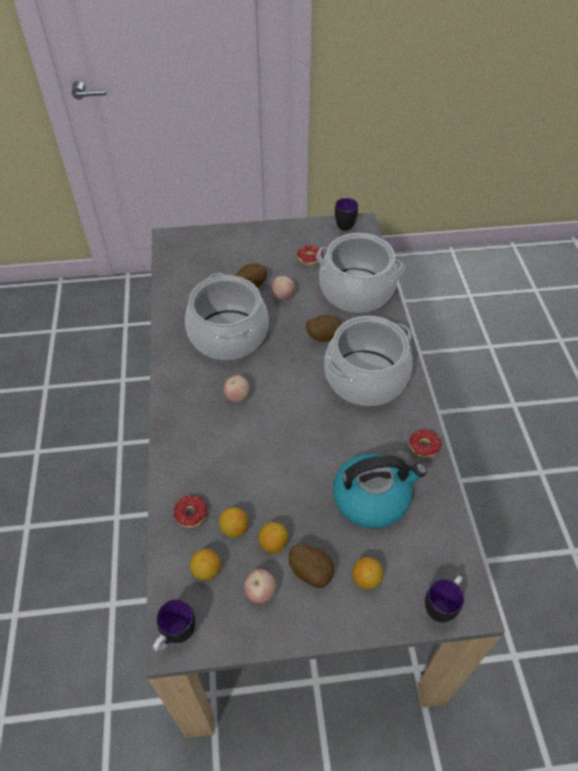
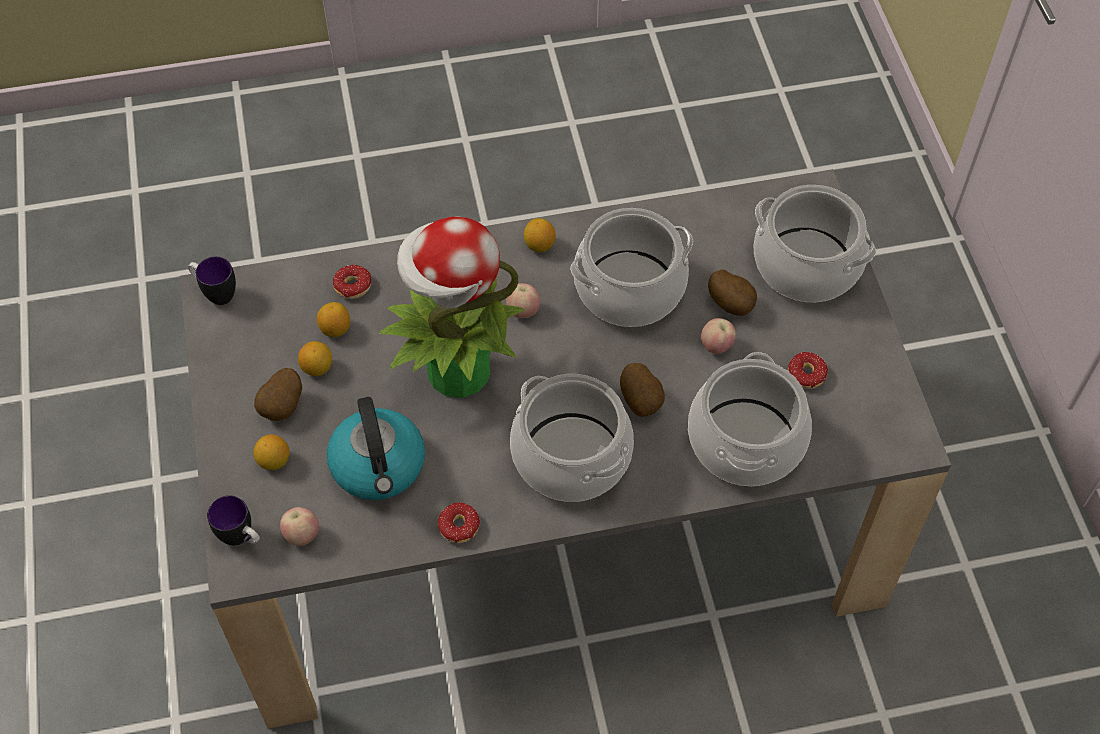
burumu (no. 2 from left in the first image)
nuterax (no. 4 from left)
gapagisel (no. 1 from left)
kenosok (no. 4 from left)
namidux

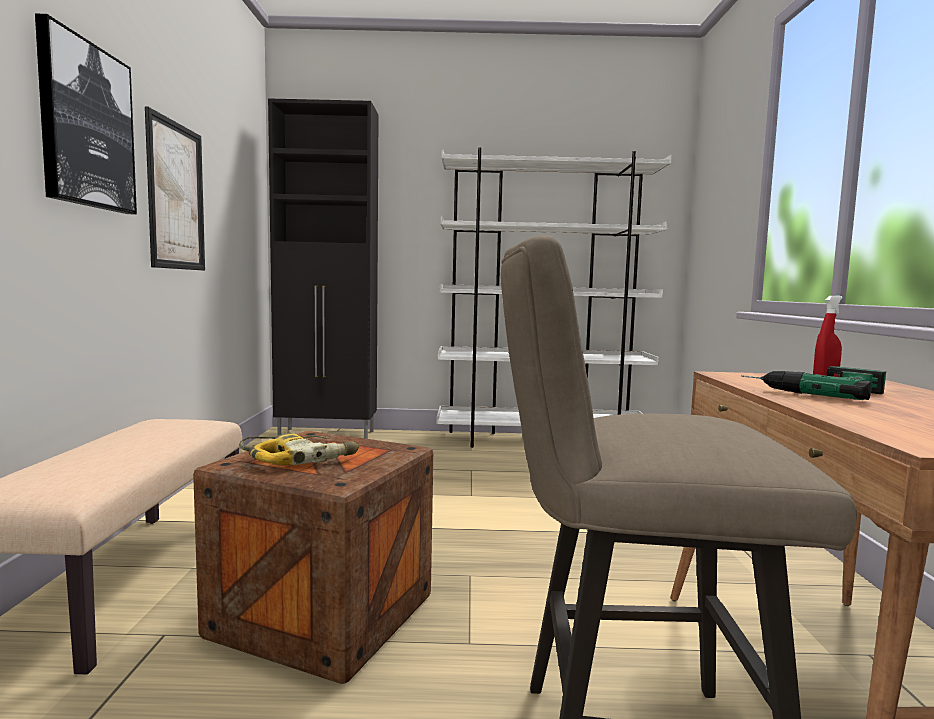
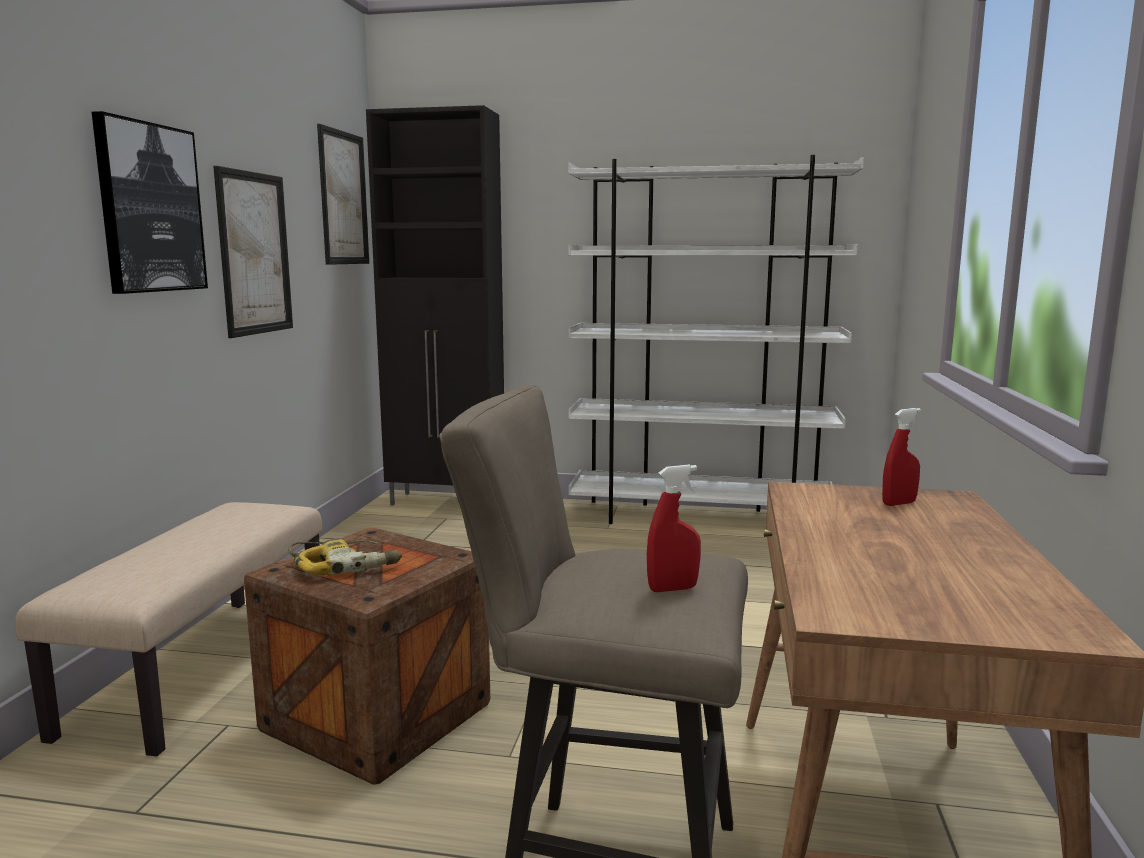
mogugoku (no. 2 from left in the first image)
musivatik (no. 3 from left)
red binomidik (no. 1 from left)

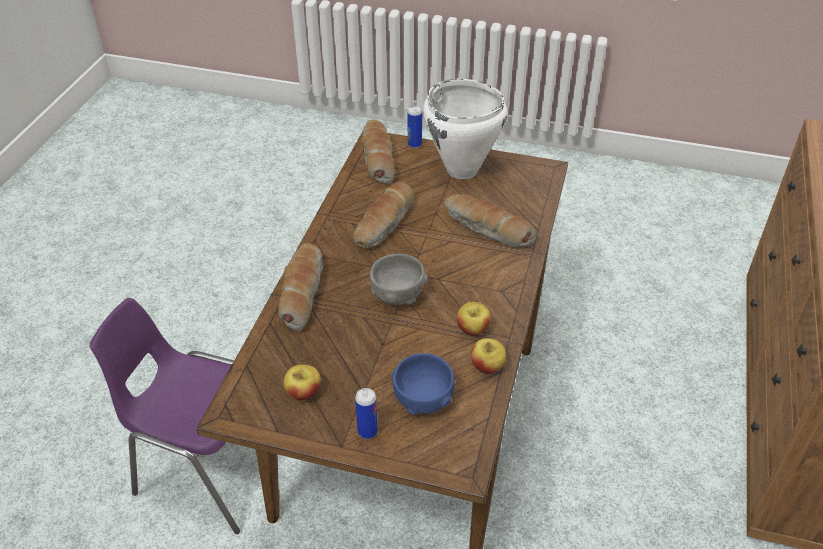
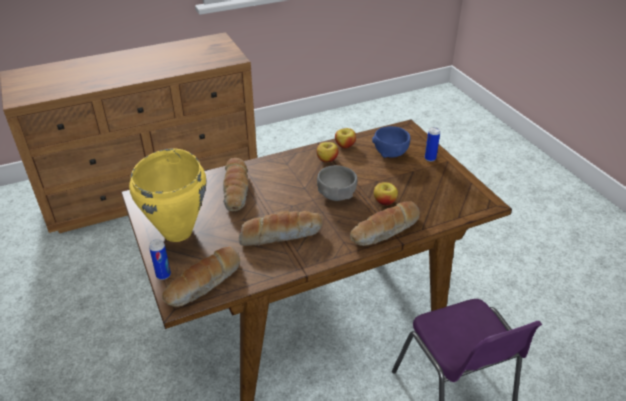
yellow kenosok
gapagisel (no. 3 from left)

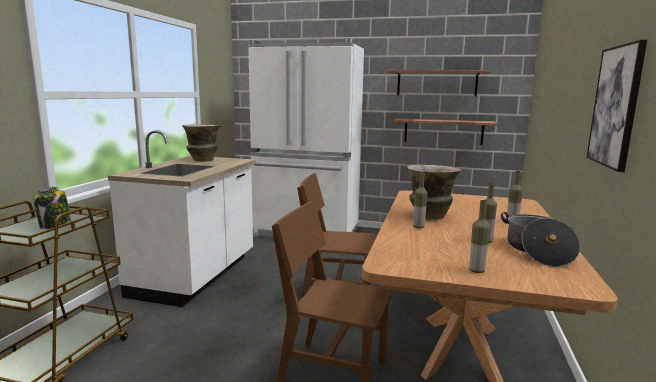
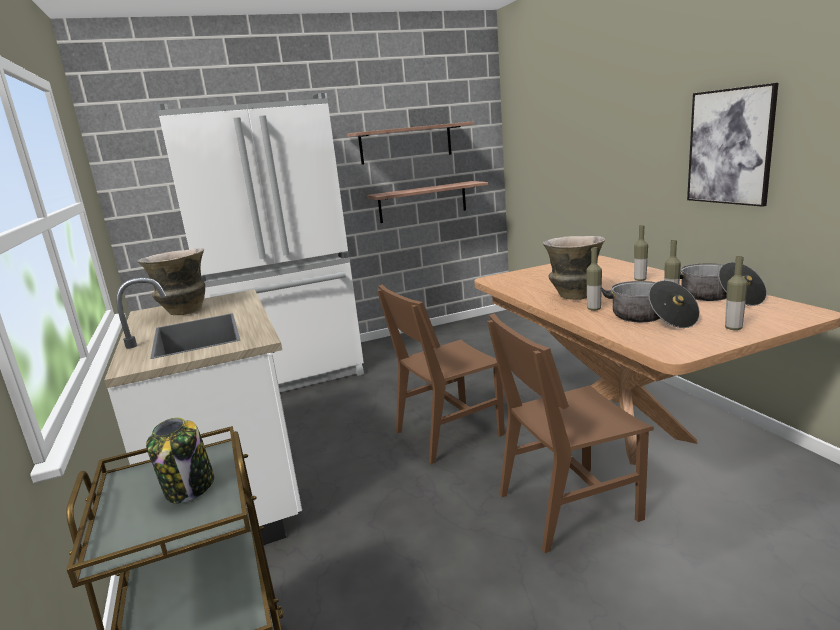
kenosok (no. 1 from left)

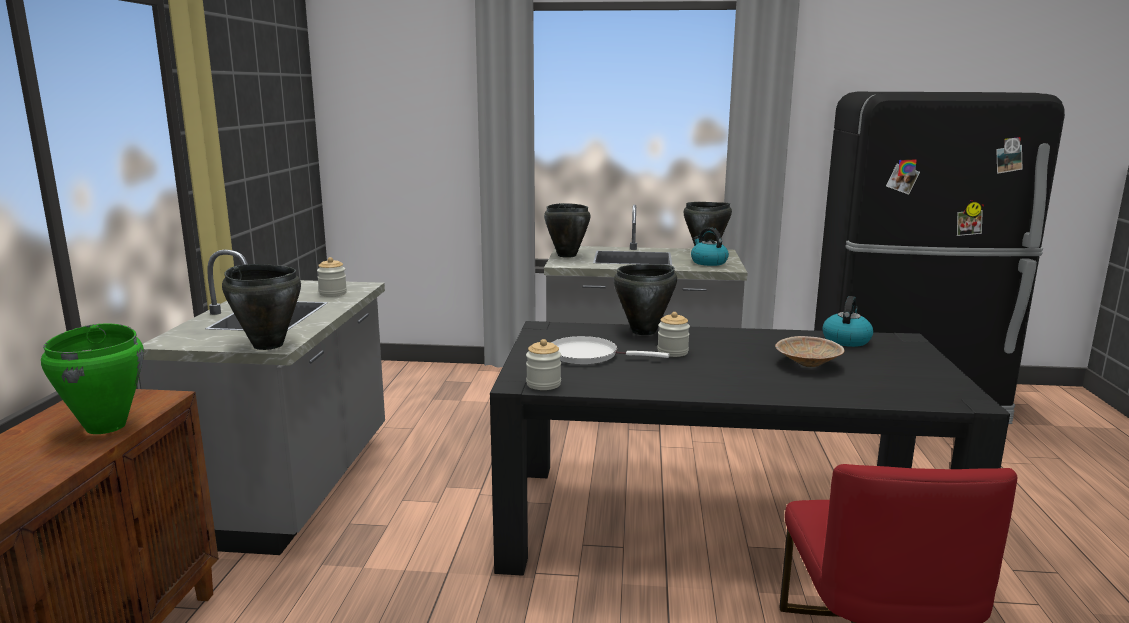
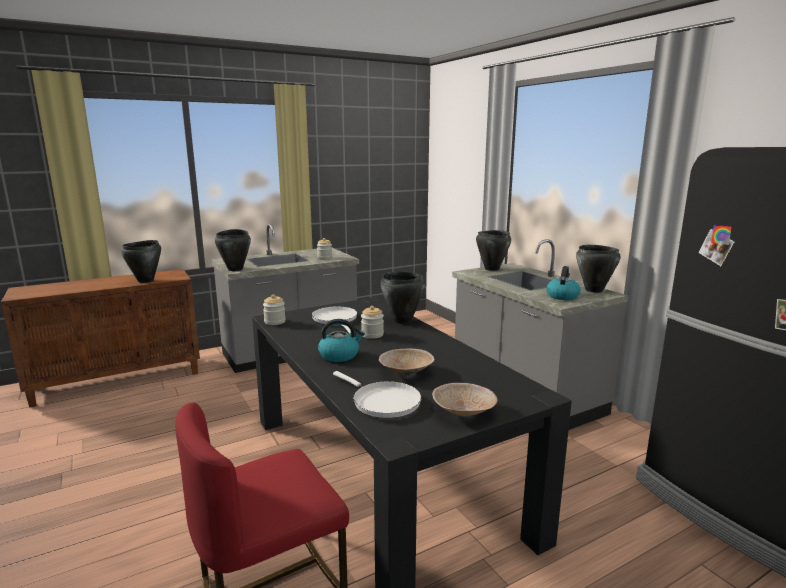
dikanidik (no. 1 from left)
black kenosok (no. 1 from left)
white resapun (no. 2 from left)
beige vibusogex (no. 2 from left)

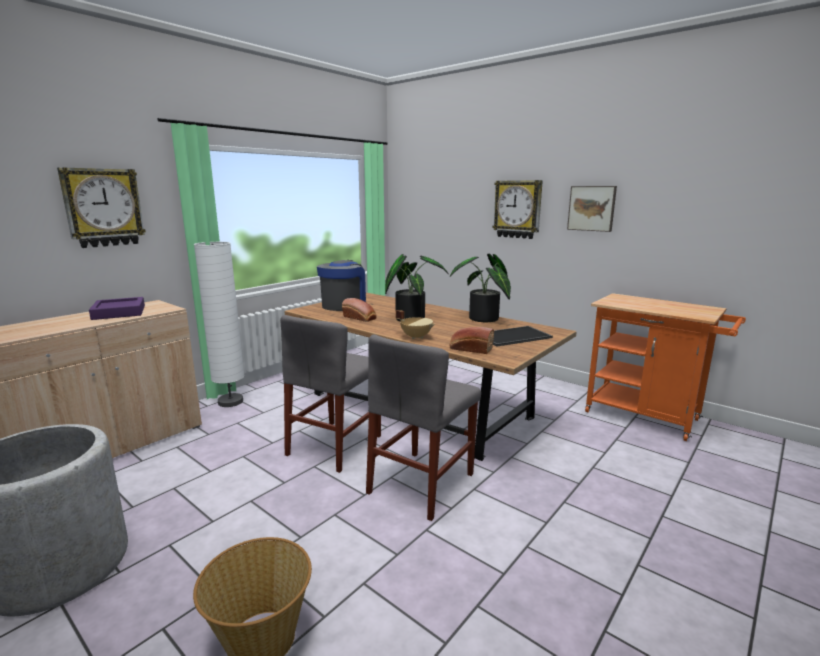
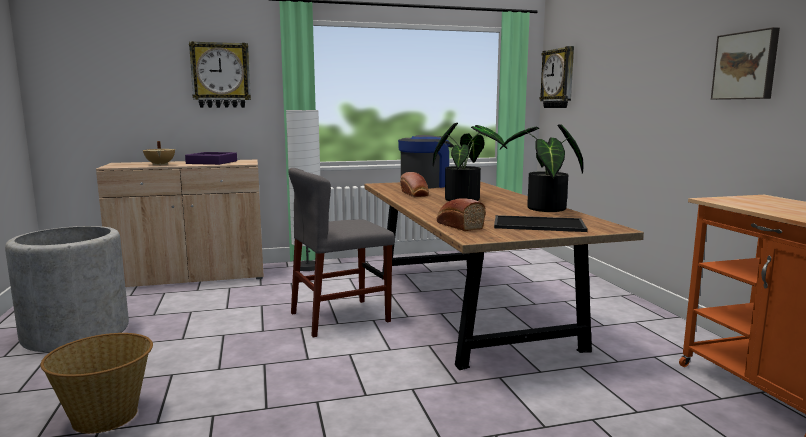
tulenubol (no. 2 from left)
beige kenosok
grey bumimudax (no. 2 from left in the first image)

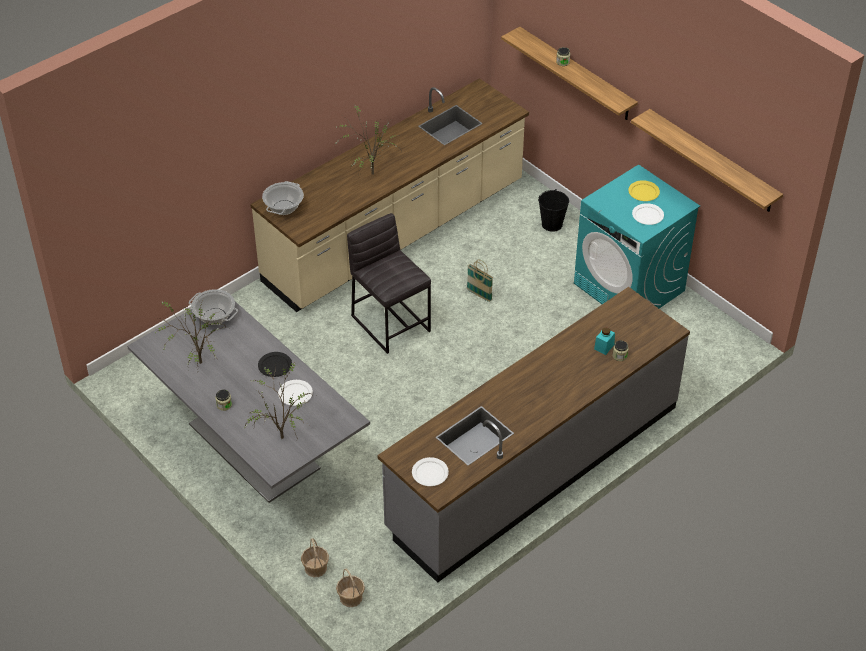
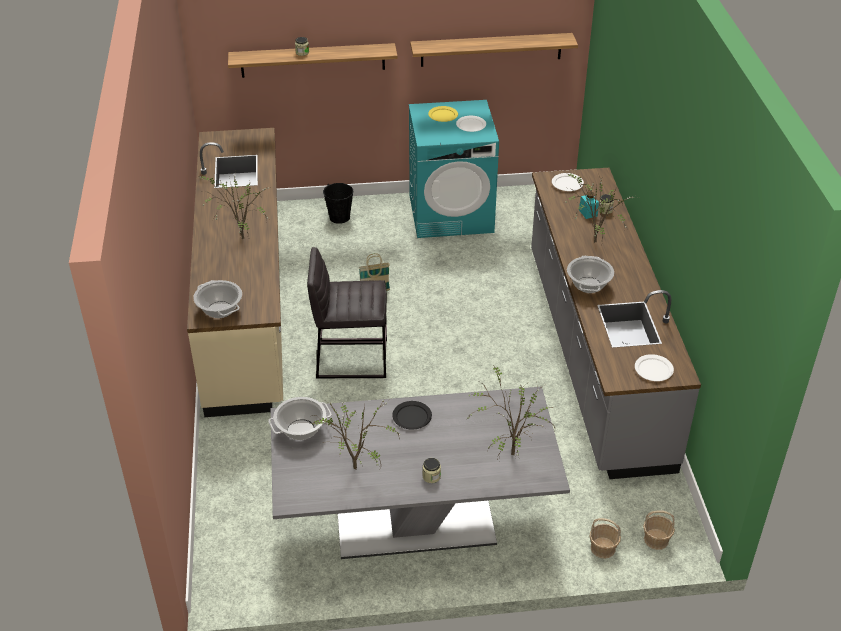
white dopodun (no. 2 from left)
namidux (no. 4 from left)
kenosok (no. 3 from left)

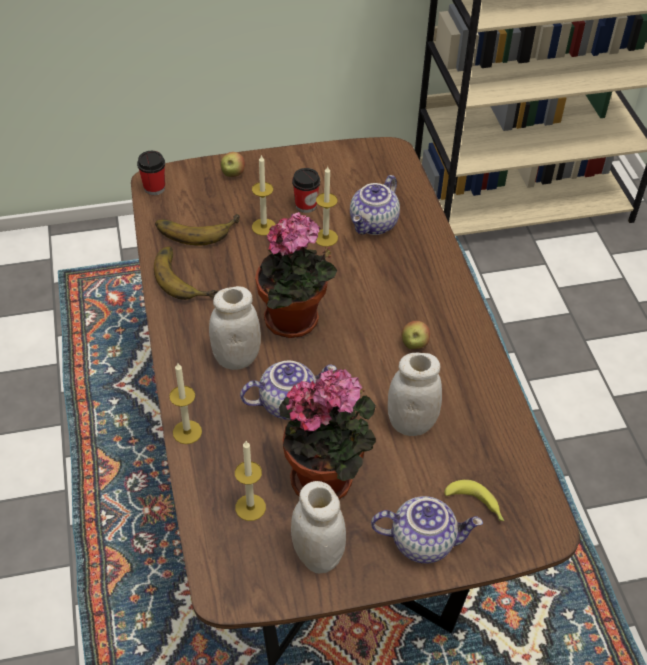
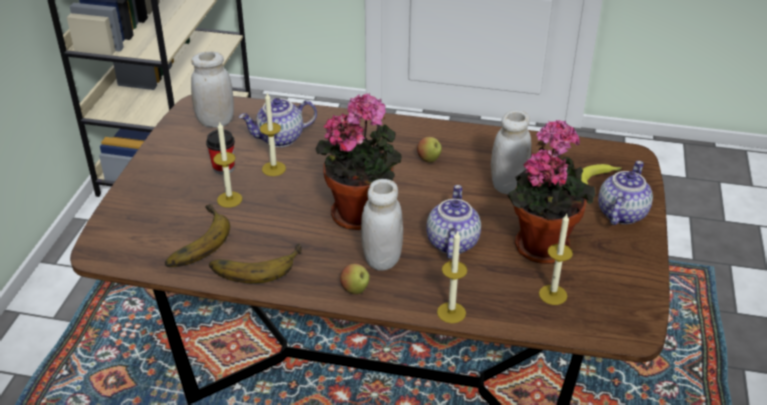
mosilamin (no. 1 from left in the first image)
gapagisel (no. 1 from left)
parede (no. 1 from left)
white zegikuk (no. 1 from left)

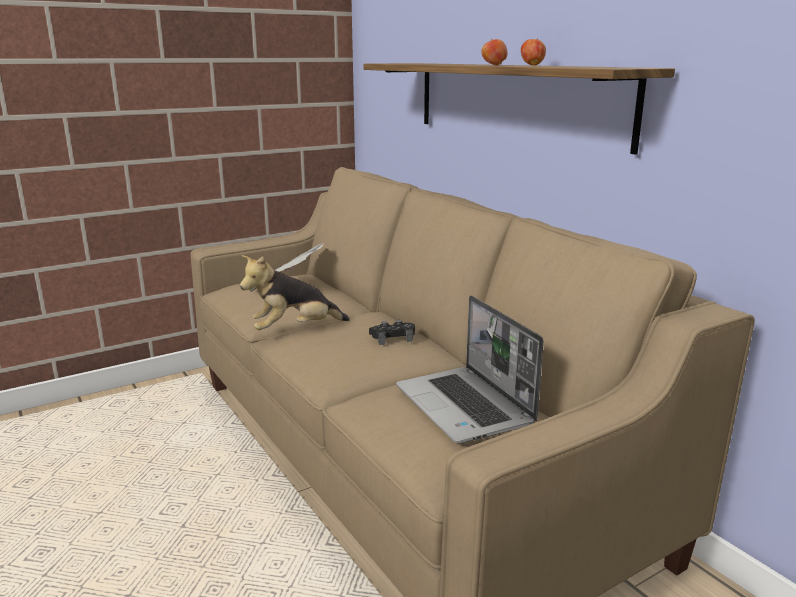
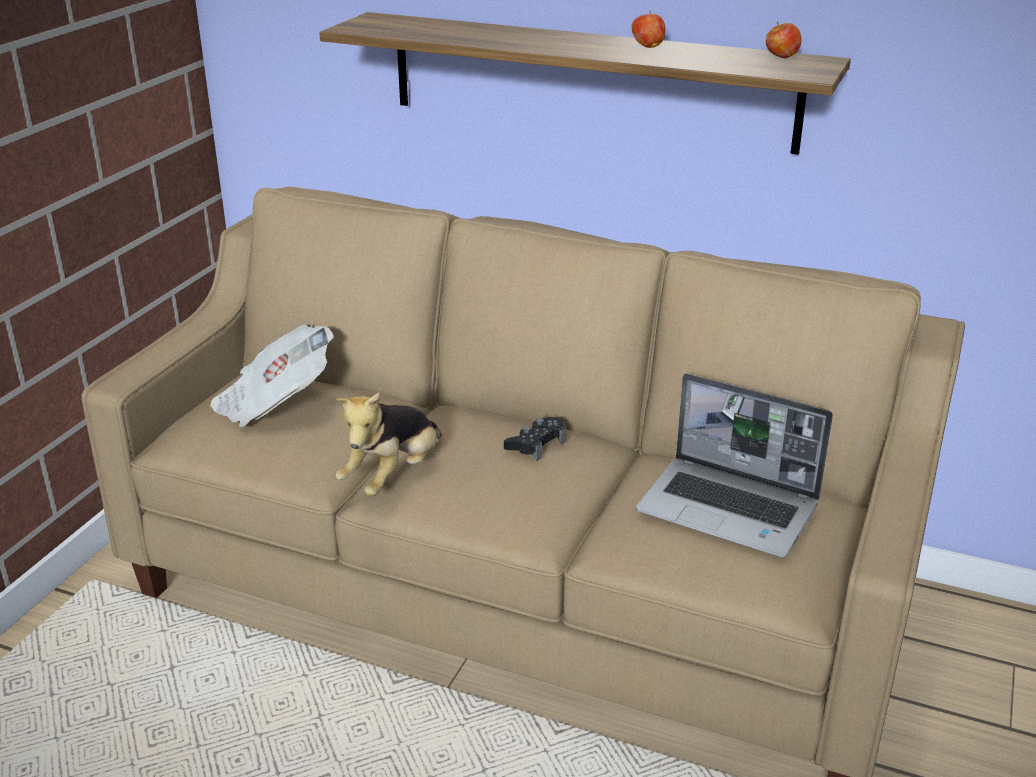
gapagisel (no. 2 from left)

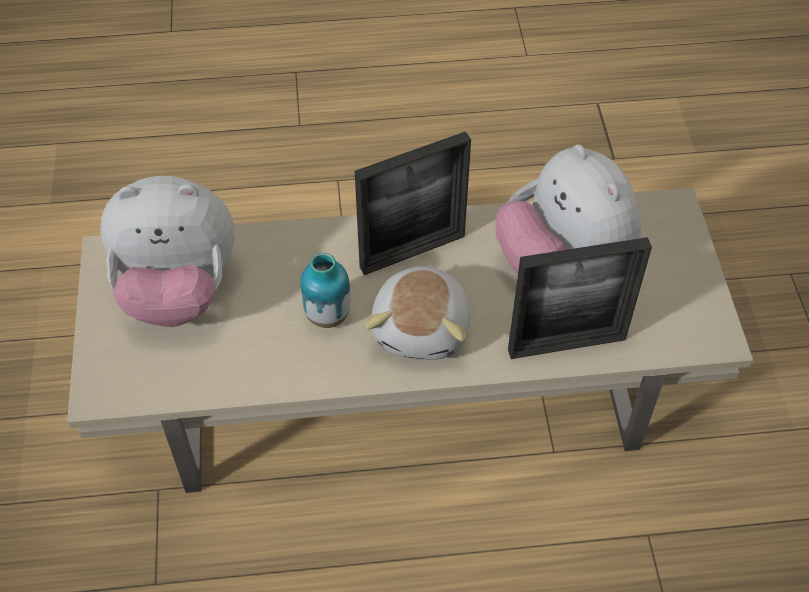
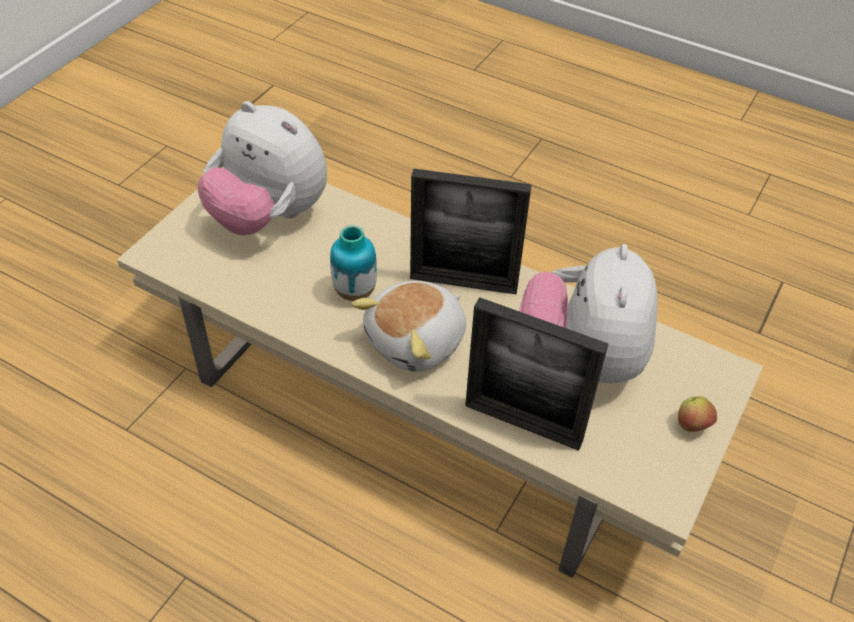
gapagisel

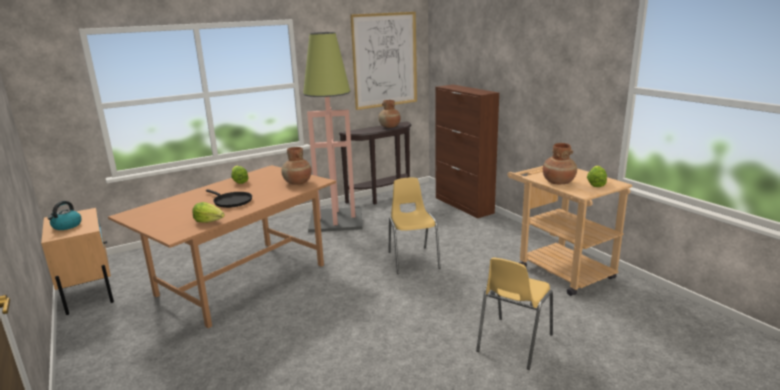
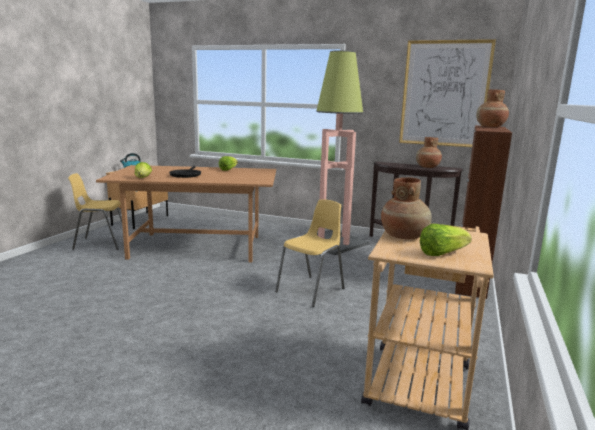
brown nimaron (no. 3 from left)
yellow bumimudax (no. 1 from left)

